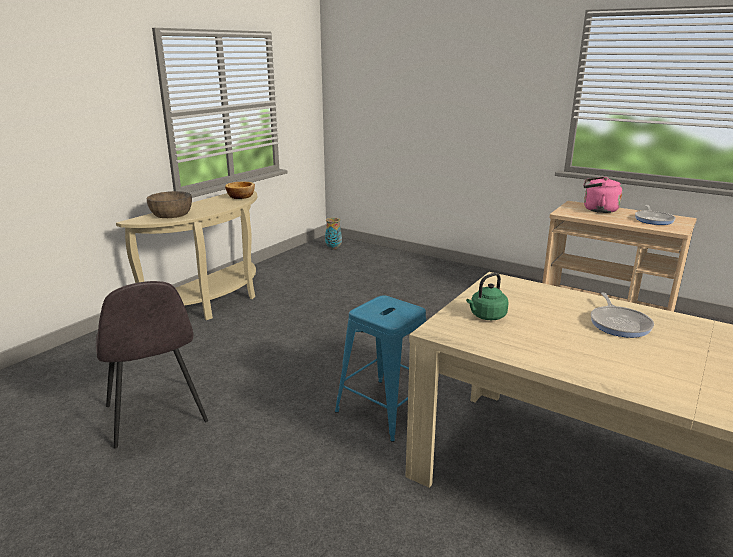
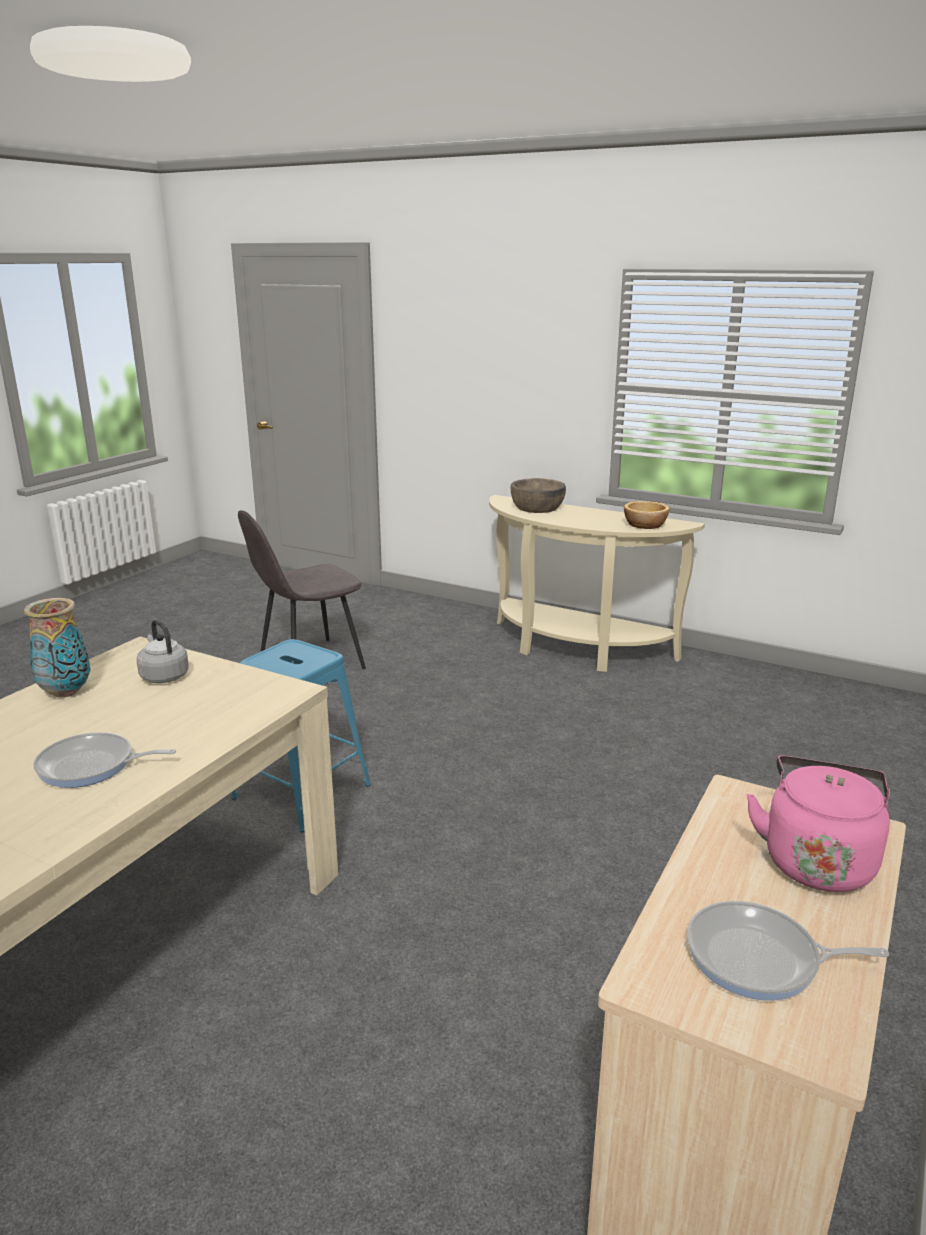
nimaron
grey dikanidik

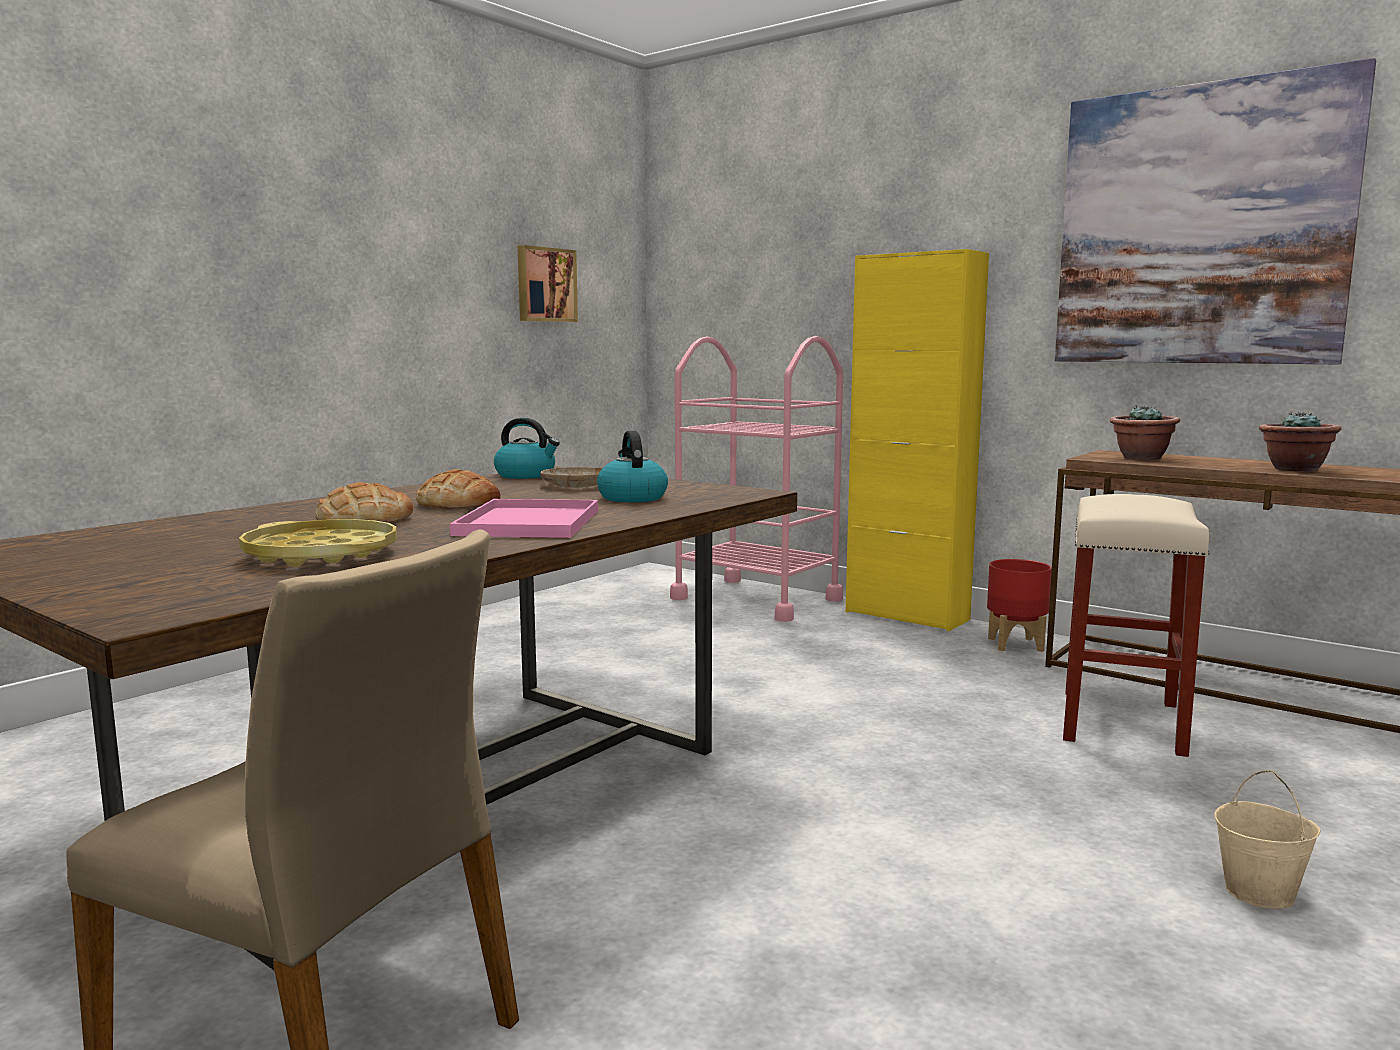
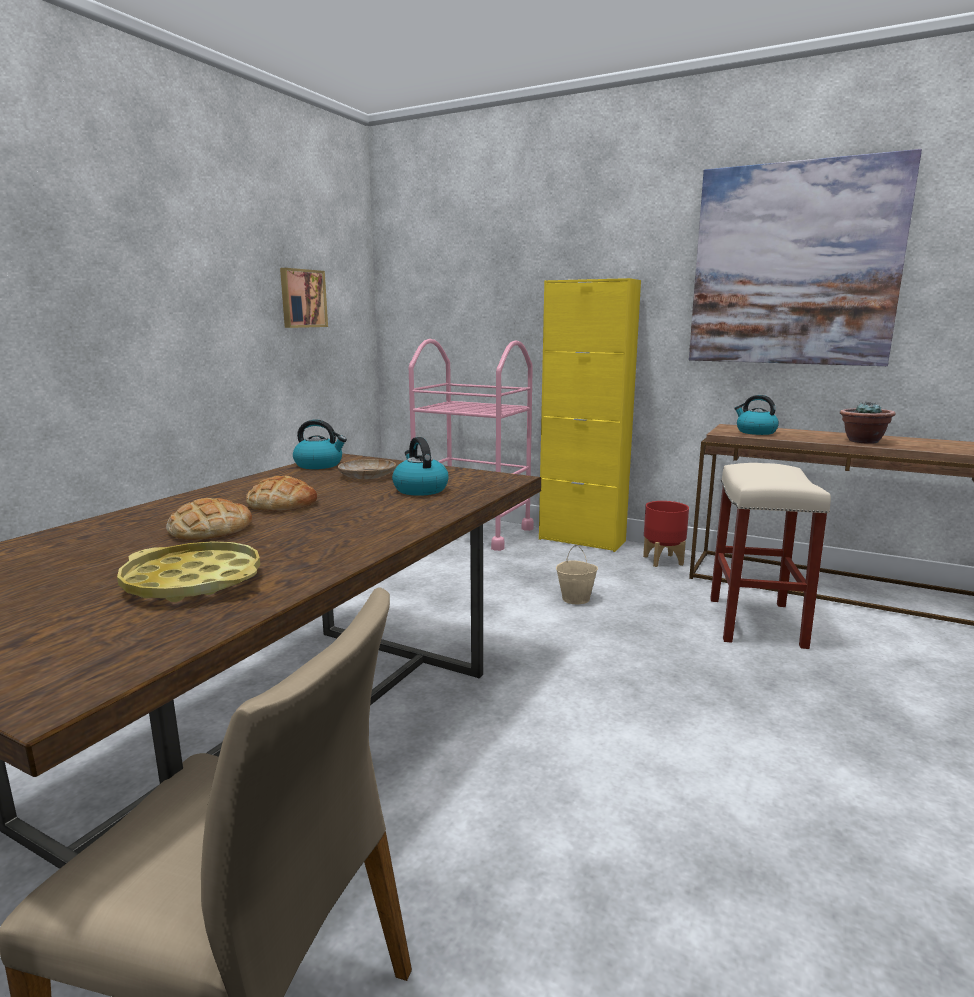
dikanidik (no. 3 from left)
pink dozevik
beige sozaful

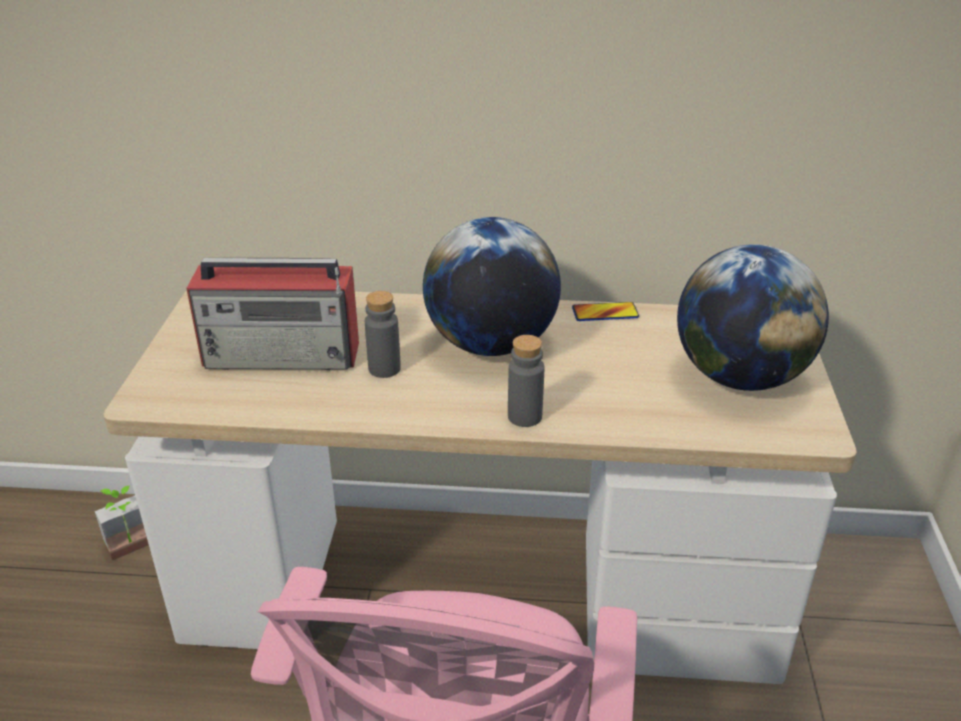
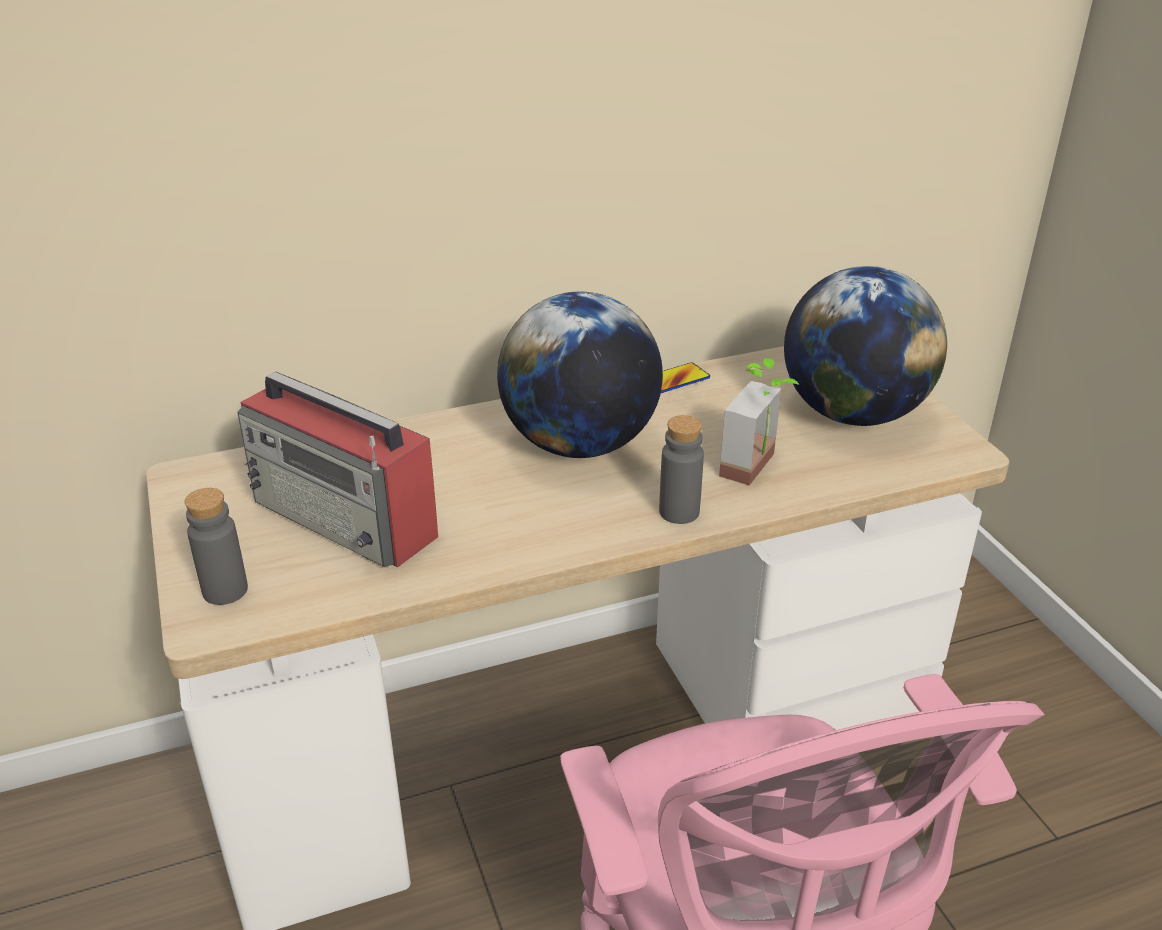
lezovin
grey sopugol (no. 1 from left)
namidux

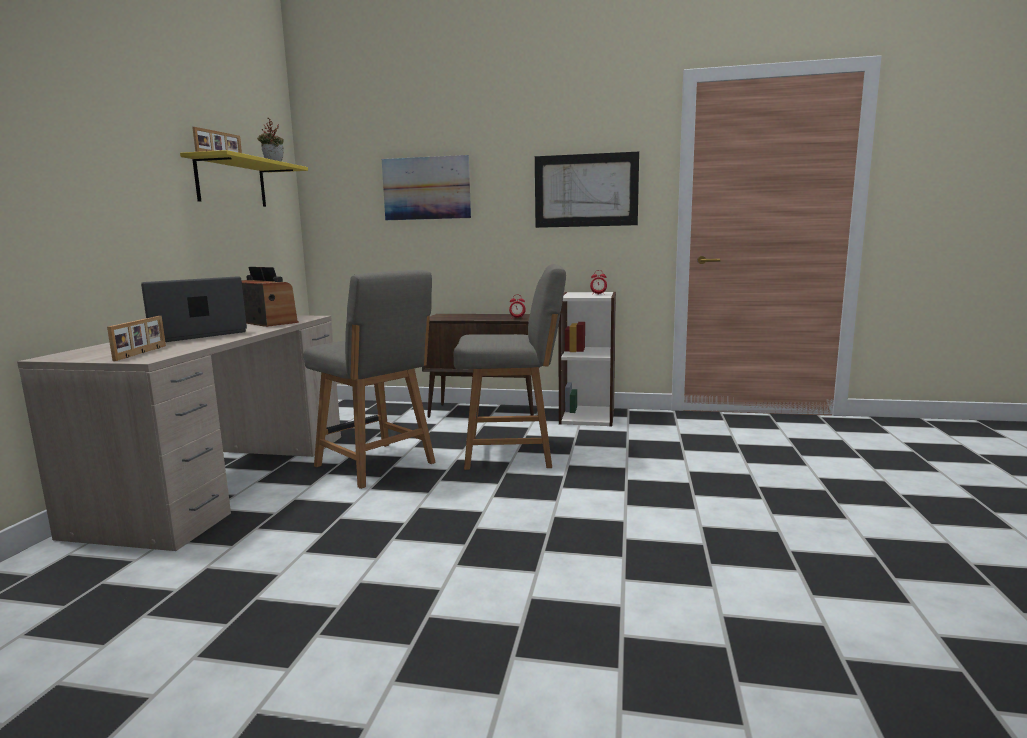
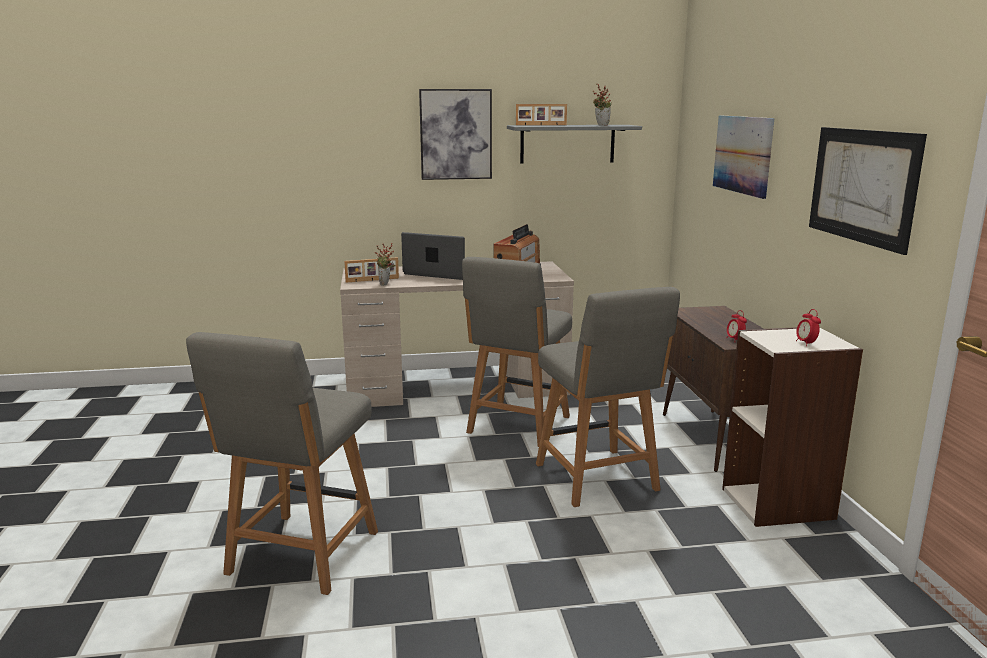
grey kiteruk
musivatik (no. 1 from left)
namidux (no. 1 from left)
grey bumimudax (no. 1 from left)

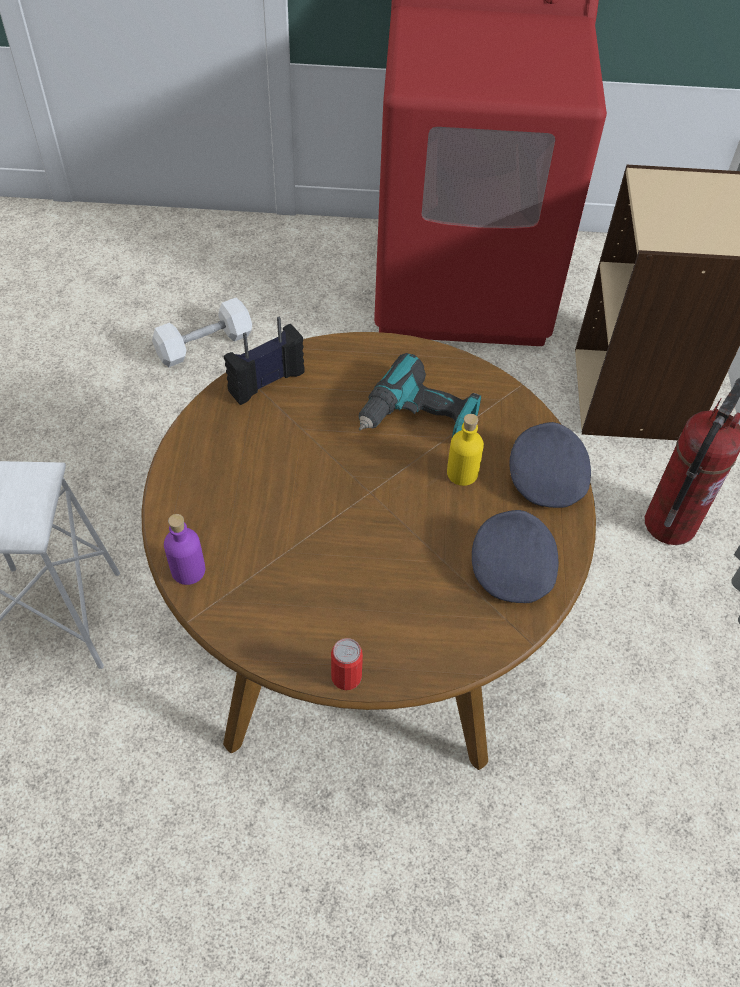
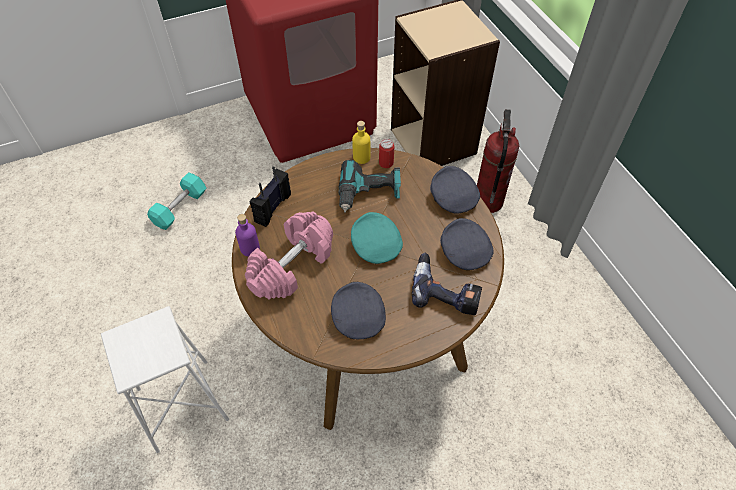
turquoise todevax
yellow sopugol
purple sopugol
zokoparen
pink todevax
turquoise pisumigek
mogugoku (no. 2 from left)
grey pisumigek (no. 1 from left)

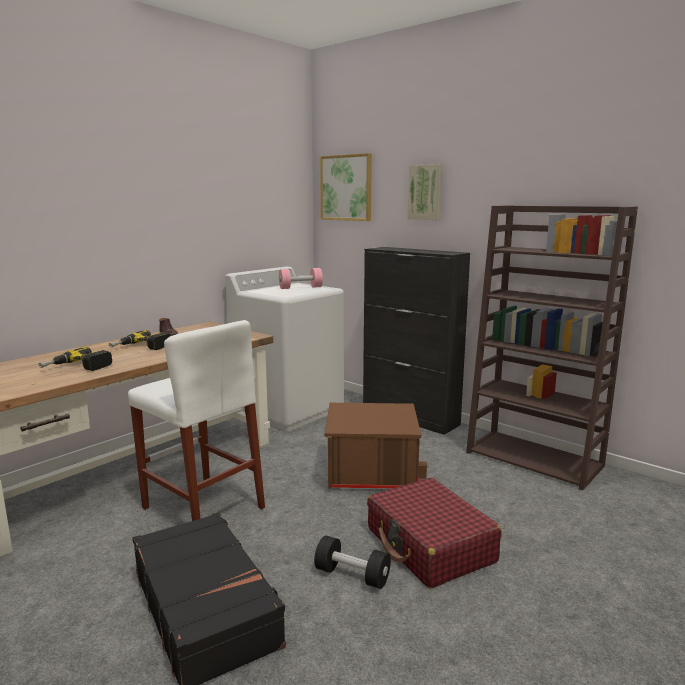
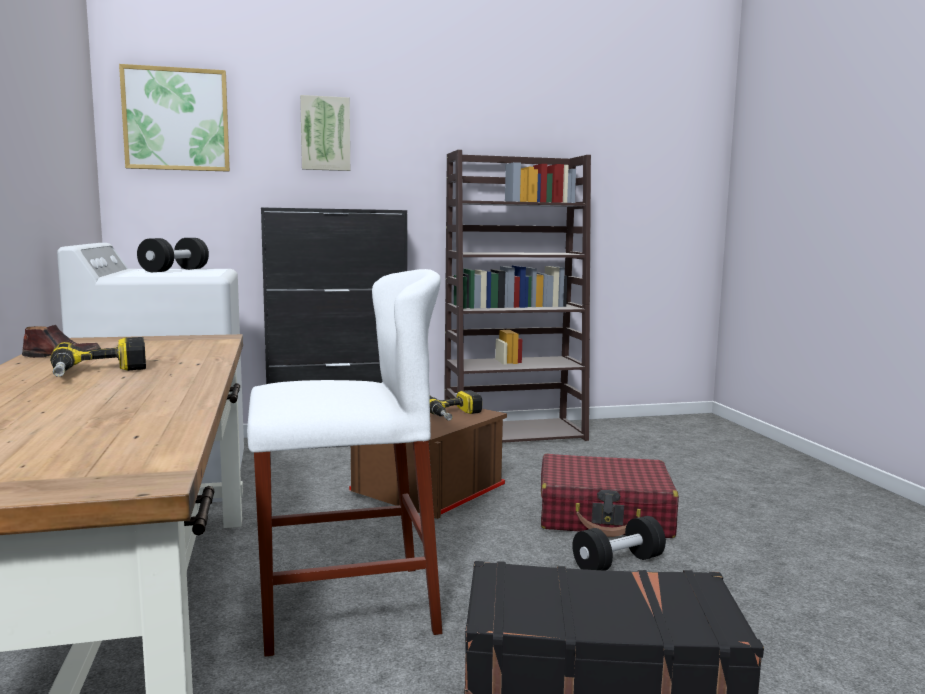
black todevax (no. 1 from left)
mogugoku (no. 2 from left)

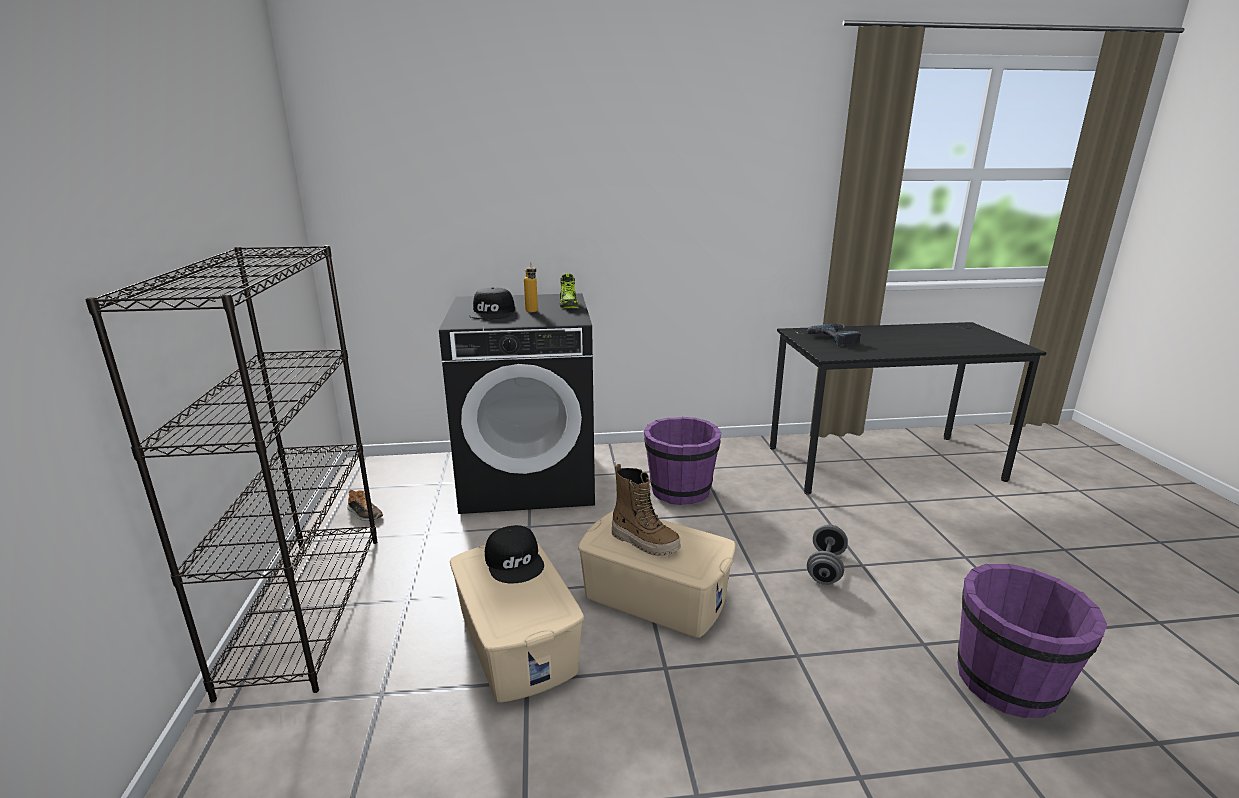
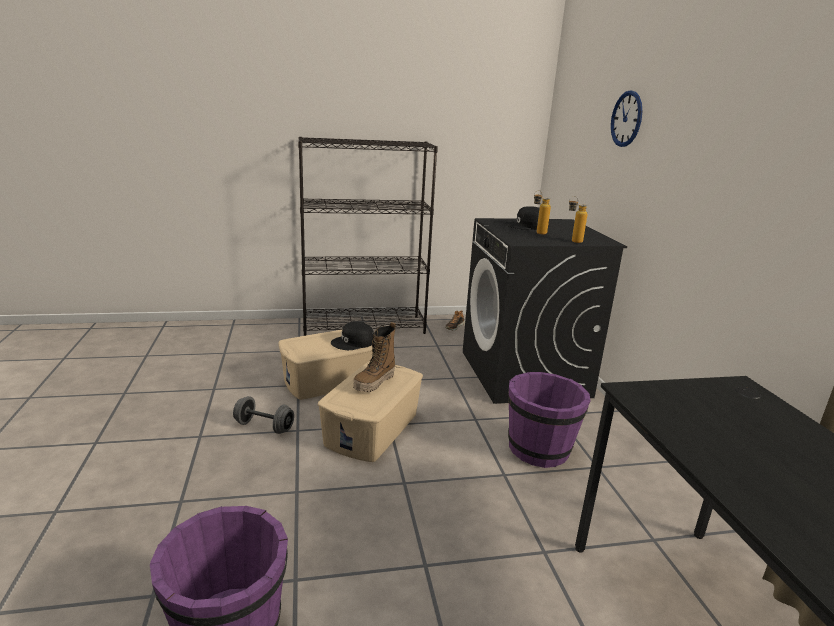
sopugol (no. 2 from left)
mogugoku
grey todevax
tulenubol

